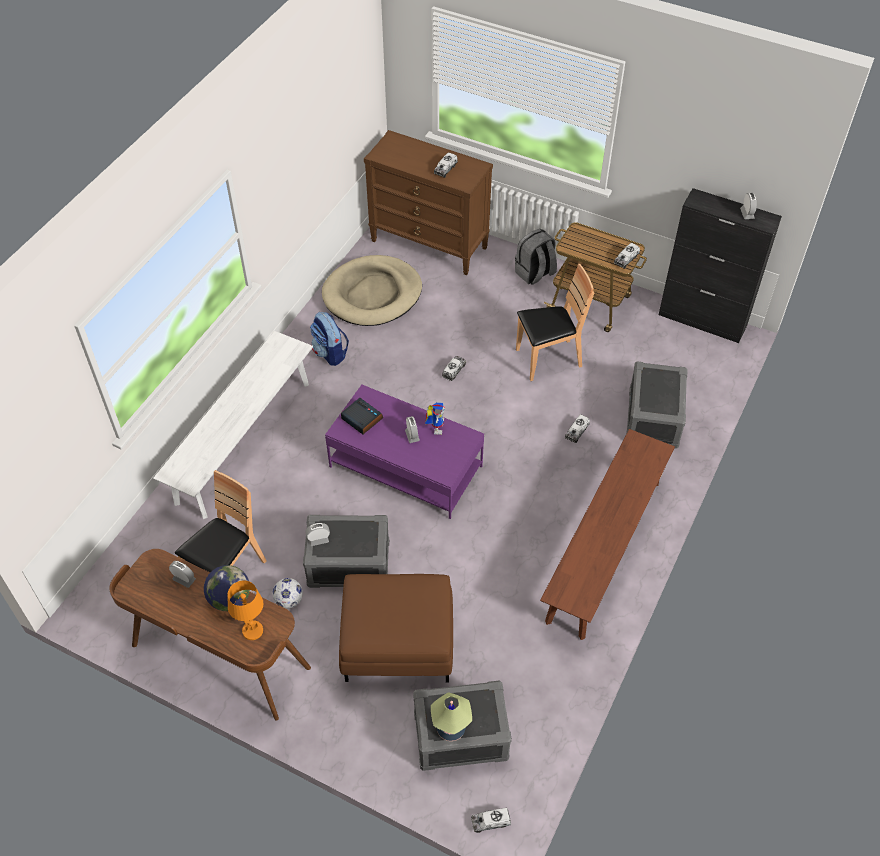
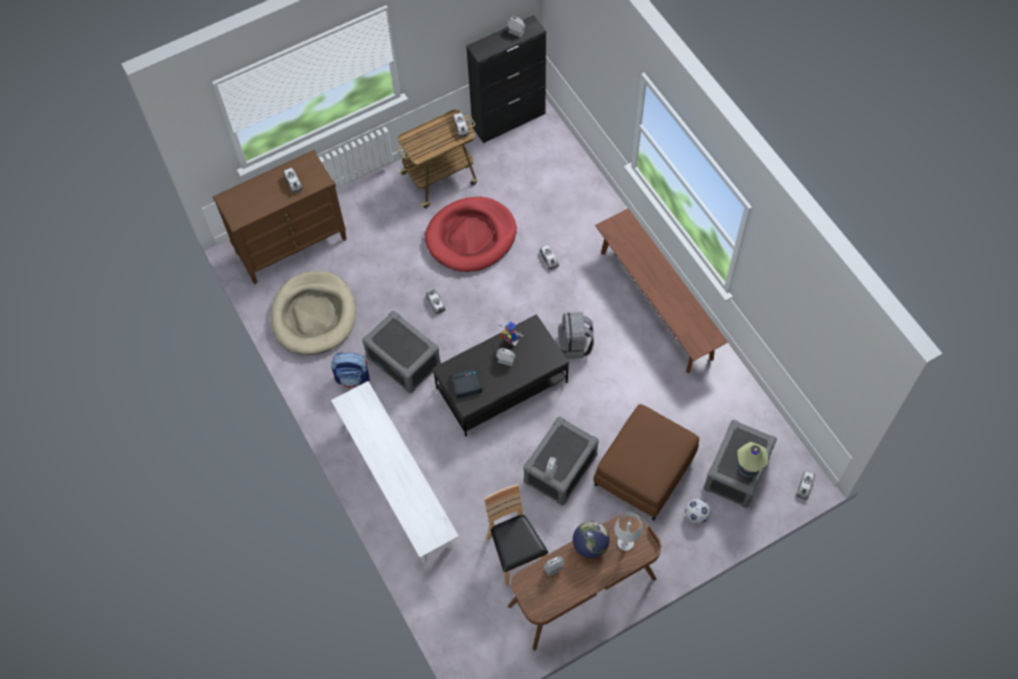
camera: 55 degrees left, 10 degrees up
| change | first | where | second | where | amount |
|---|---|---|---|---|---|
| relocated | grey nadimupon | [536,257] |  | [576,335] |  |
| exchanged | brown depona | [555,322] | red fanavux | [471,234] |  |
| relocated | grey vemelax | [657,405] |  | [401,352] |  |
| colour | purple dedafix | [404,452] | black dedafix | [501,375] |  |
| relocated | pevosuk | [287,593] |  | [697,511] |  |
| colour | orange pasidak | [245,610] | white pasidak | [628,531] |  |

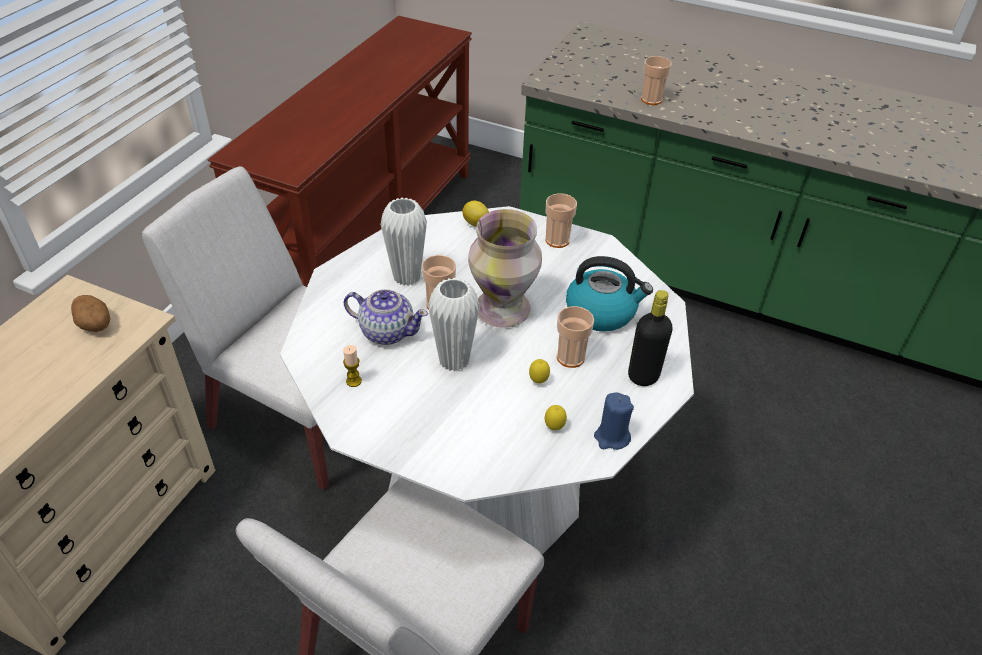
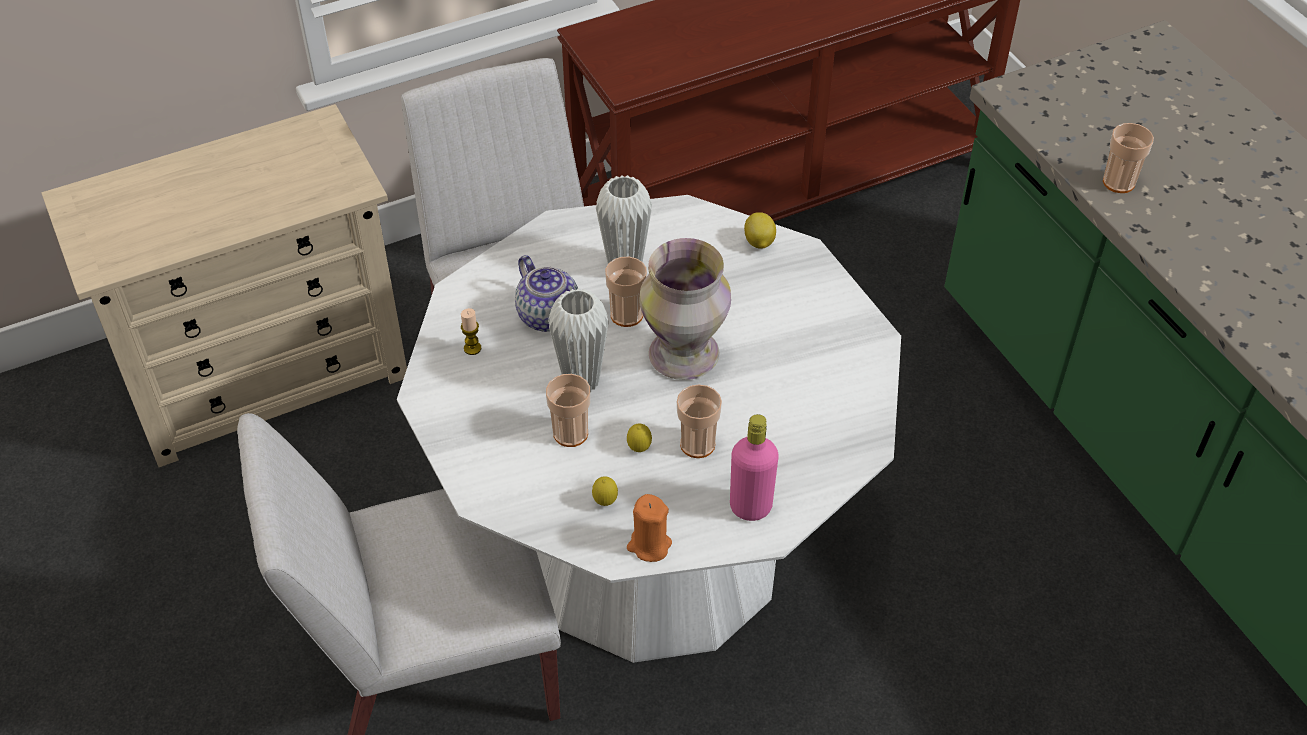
camera: 40 degrees right, 5 degrees up
| change | first | where | second | where | amount |
|---|---|---|---|---|---|
| relocated | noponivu | [561,220] |  | [568,410] |  |
| missing | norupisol | [609,294] |  |  |  |
| colour | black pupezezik | [650,338] | pink pupezezik | [754,467] |  |
| missing | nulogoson | [91,313] |  |  |  |
| colour | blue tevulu | [614,421] | orange tevulu | [649,528] |  |

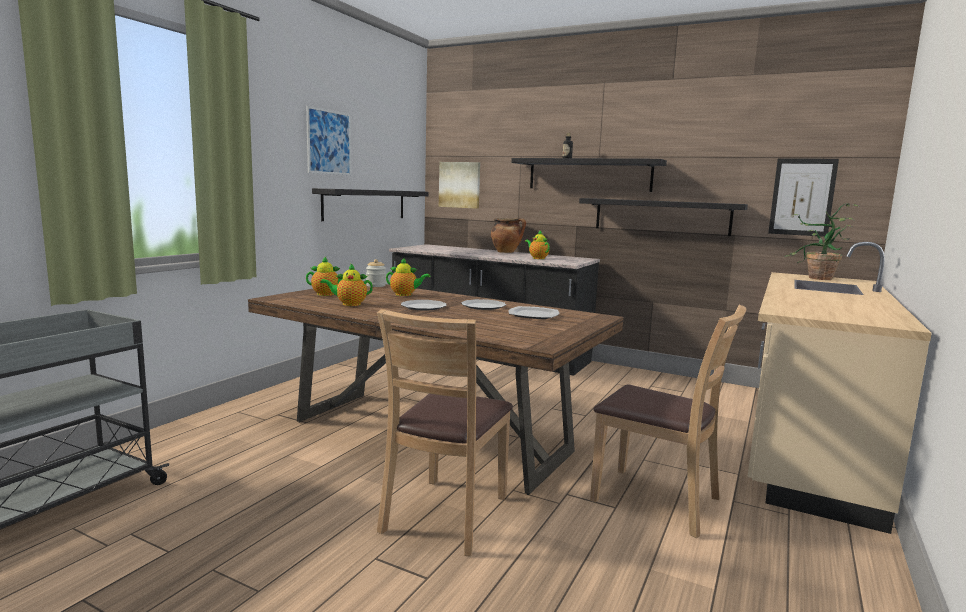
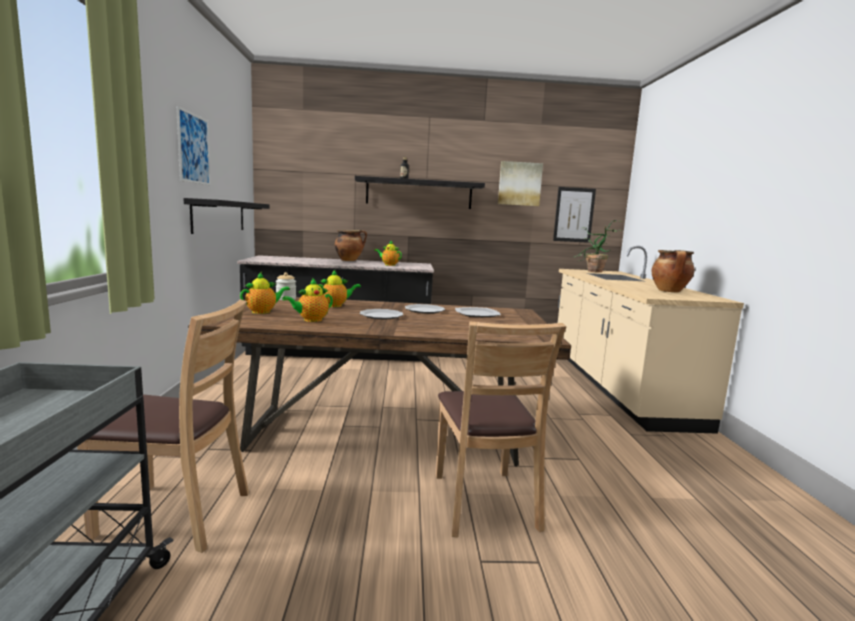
camera: 30 degrees left, 0 degrees up
| change | first | where | second | where | amount |
|---|---|---|---|---|---|
| relocated | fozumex | [459,185] |  | [520,183] |  |
| missing | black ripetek | [663,217] |  |  |  |
| relocated | brown depona | [668,421] |  | [163,426] |  |
| appeared |  |  | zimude | [673,271] |  |

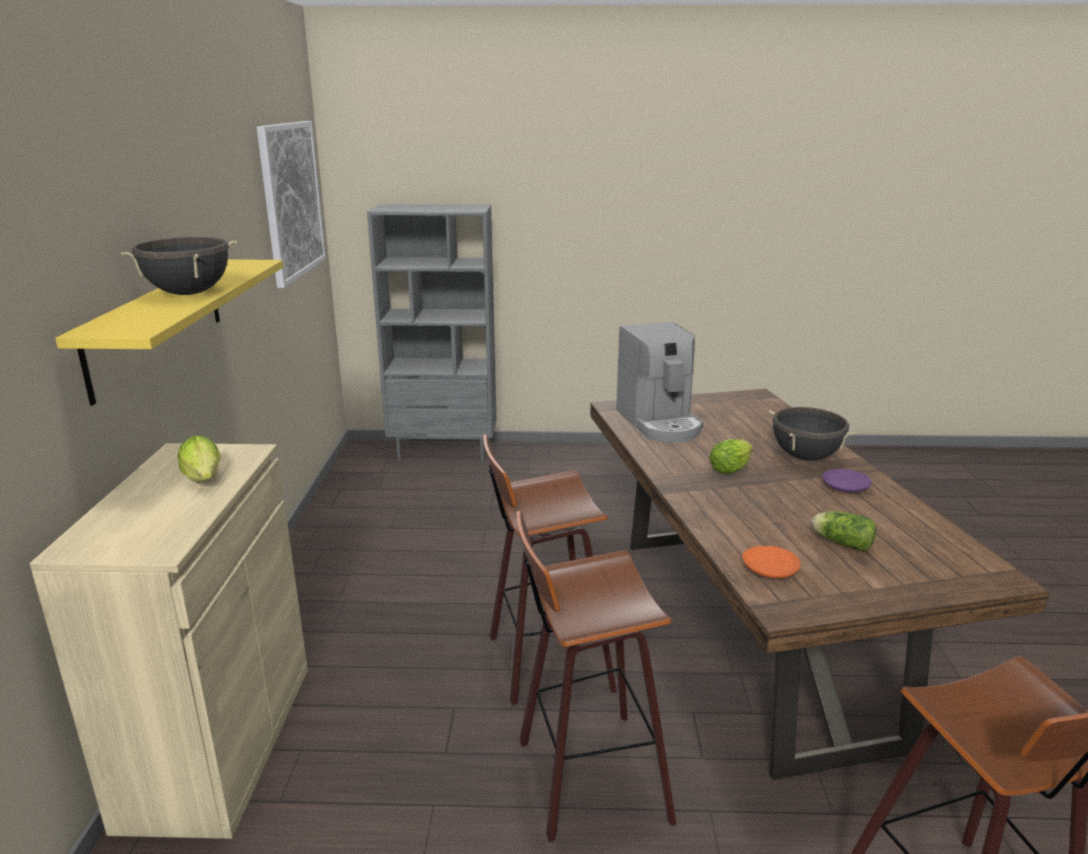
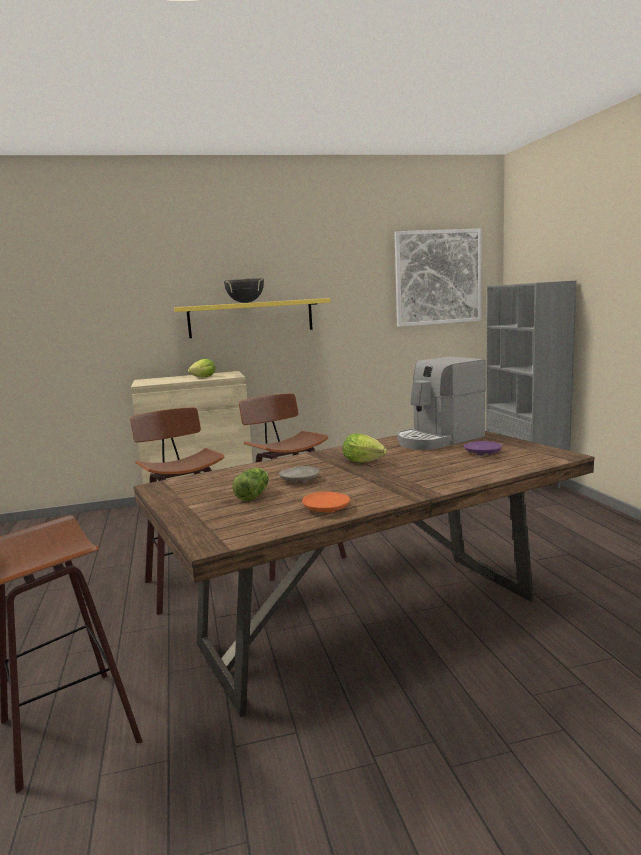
camera: 75 degrees right, 10 degrees down
| change | first | where | second | where | amount |
|---|---|---|---|---|---|
| missing | black zimude | [812,434] |  |  |  |
| relocated | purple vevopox | [847,481] |  | [483,448] |  |
| relocated | orange vevopox | [771,562] |  | [326,502] |  |
| appeared |  |  | beige vevopox | [299,474] |  |

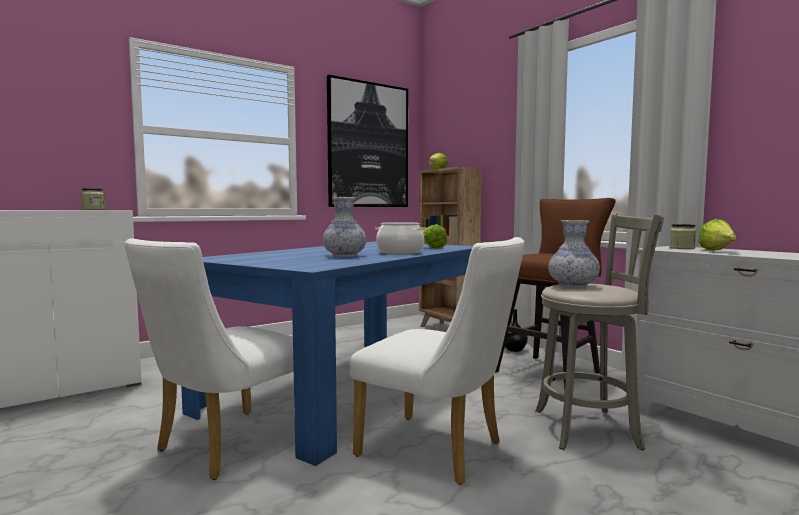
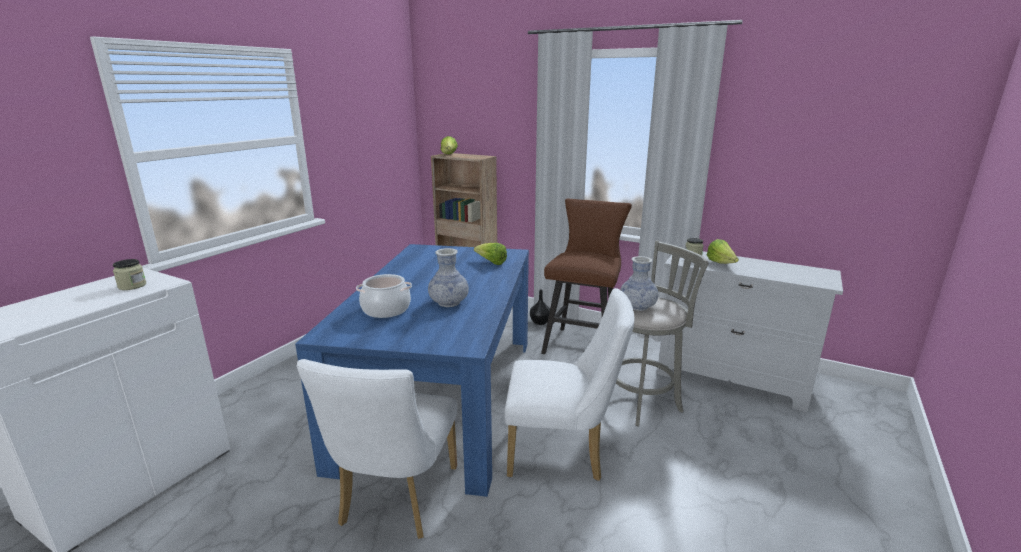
camera: 25 degrees left, 15 degrees up
| change | first | where | second | where | amount |
|---|---|---|---|---|---|
| missing | fozumex | [367,141] |  |  |  |
| relocated | zimude | [400,238] |  | [384,296] |  |

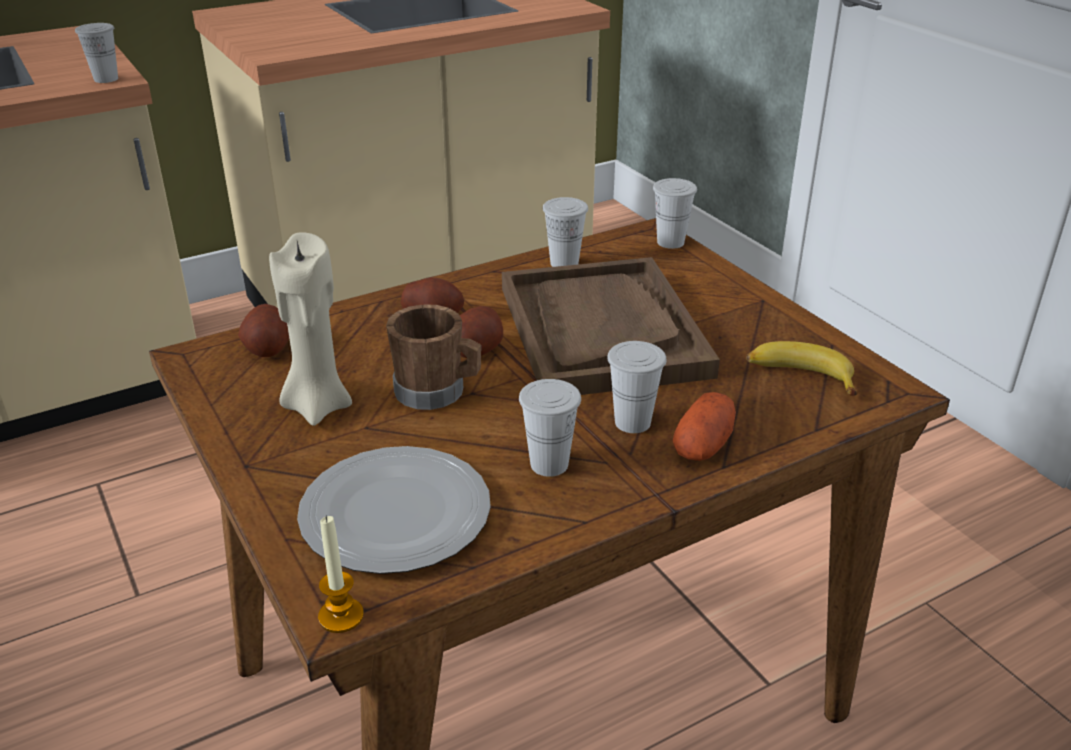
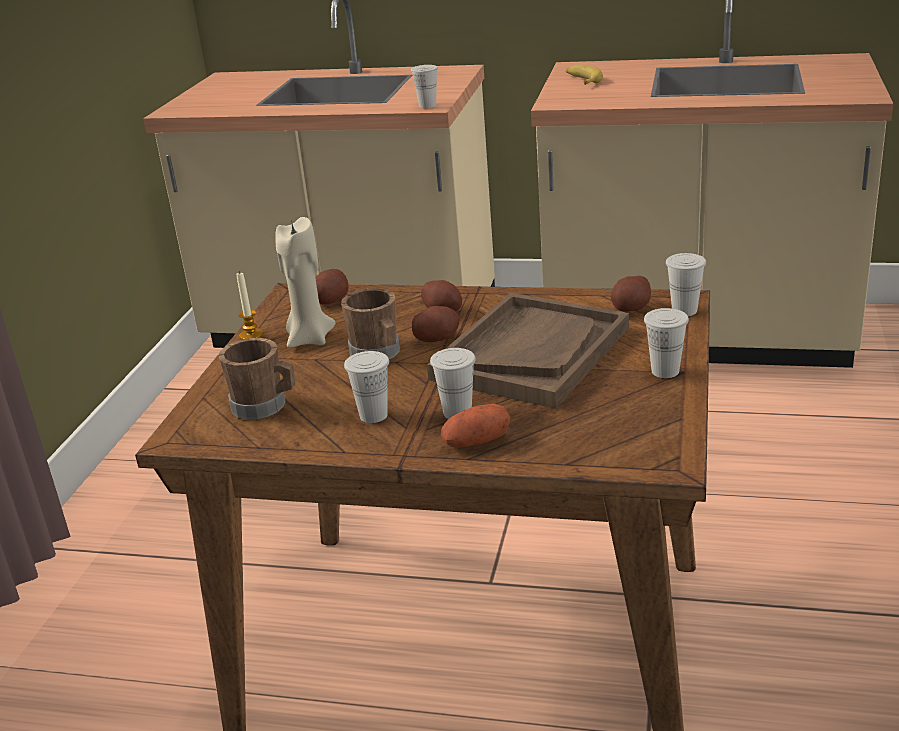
camera: 45 degrees right, 5 degrees down
| change | first | where | second | where | amount |
|---|---|---|---|---|---|
| relocated | white noponivu | [565,232] |  | [666,343] |  |
| relocated | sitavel | [801,368] |  | [584,75] |  |
| exchanged | vevopox | [394,510] | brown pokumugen | [257,379] |  |
| relocated | tevulu | [341,574] |  | [249,305] |  |
| appeared |  |  | nulogoson | [631,294] |  |

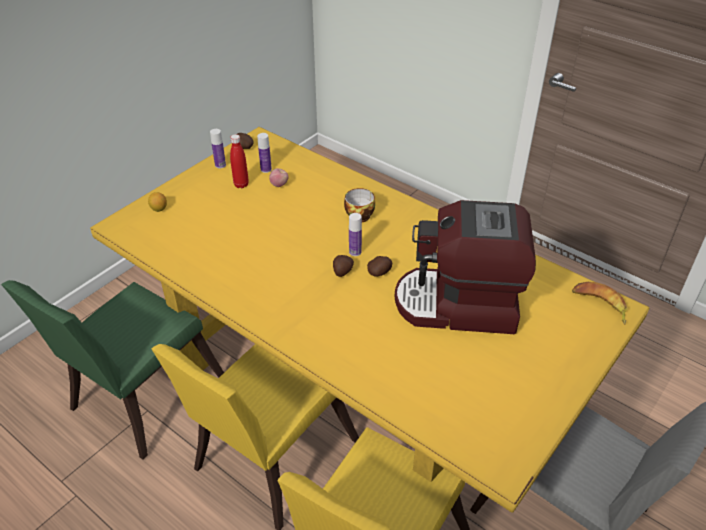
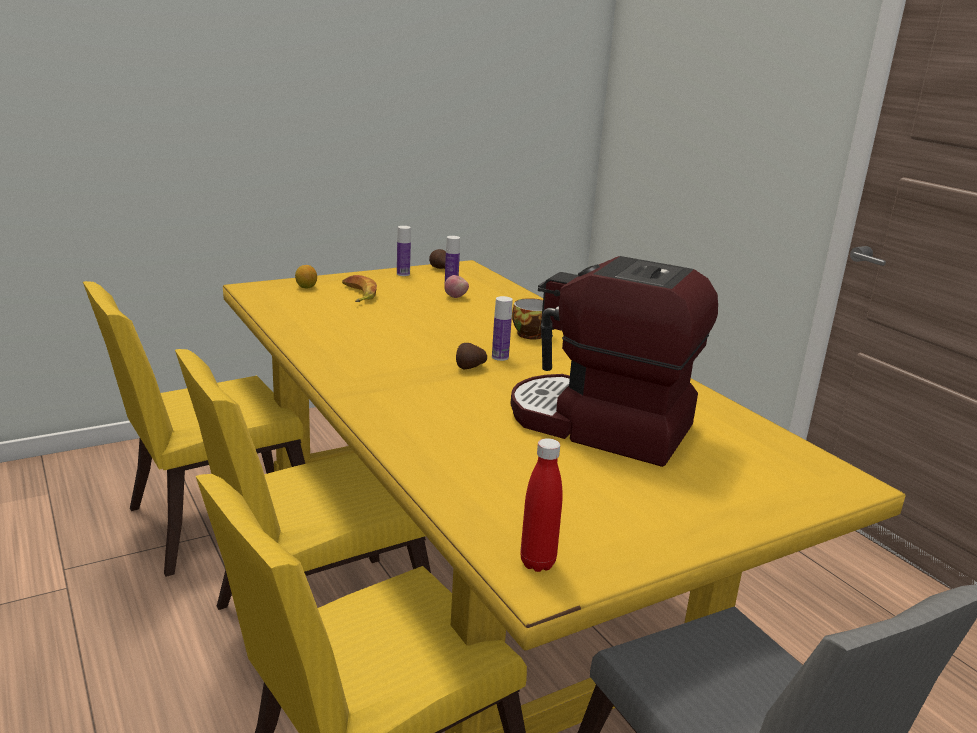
camera: 20 degrees right, 20 degrees down
| change | first | where | second | where | amount |
|---|---|---|---|---|---|
| relocated | red pupezezik | [239,161] |  | [541,505] |  |
| missing | nulogoson | [379,266] |  |  |  |
| colour | green depona | [112,370] | yellow depona | [194,429] |  |
| relocated | sitavel | [599,303] |  | [359,288] |  |

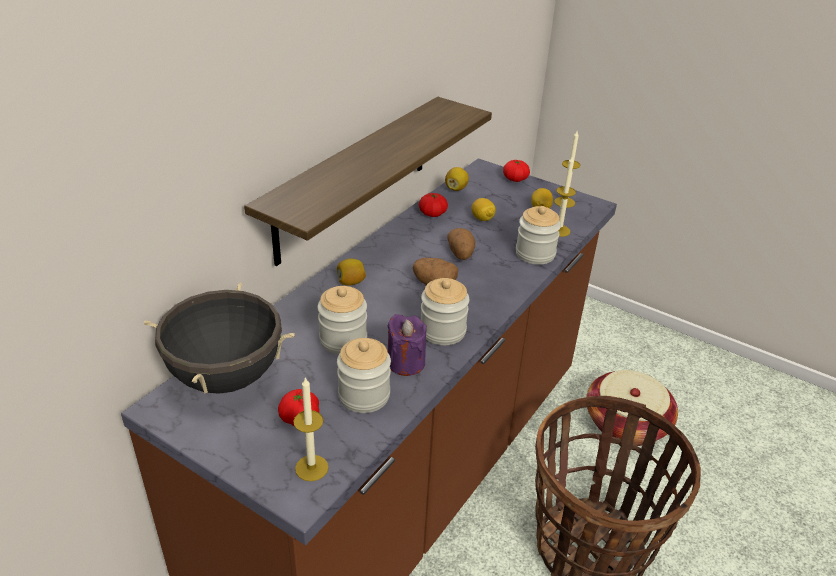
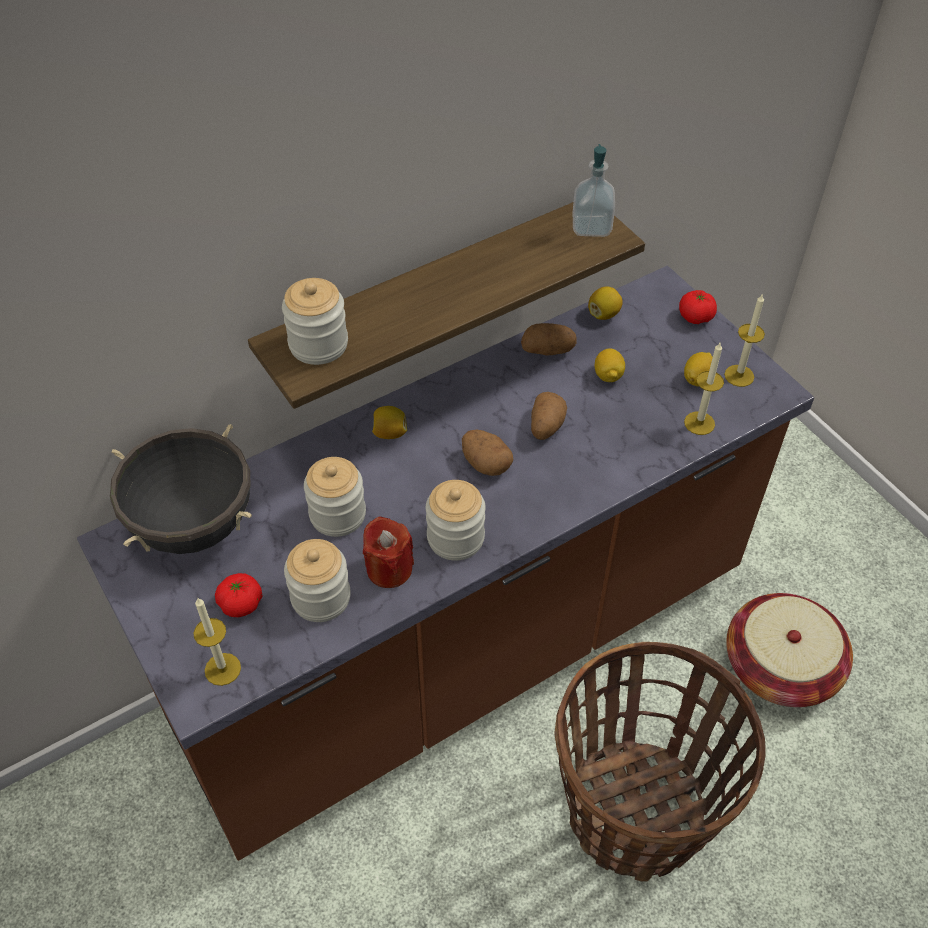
camera: 25 degrees right, 15 degrees up
| change | first | where | second | where | amount |
|---|---|---|---|---|---|
| exchanged | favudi | [433,205] | nulogoson | [549,339] |  |
| relocated | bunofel | [538,235] |  | [315,321] |  |
| colour | purple tevulu | [407,345] | red tevulu | [388,552] |  |
| appeared |  |  | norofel | [594,190] |  |

